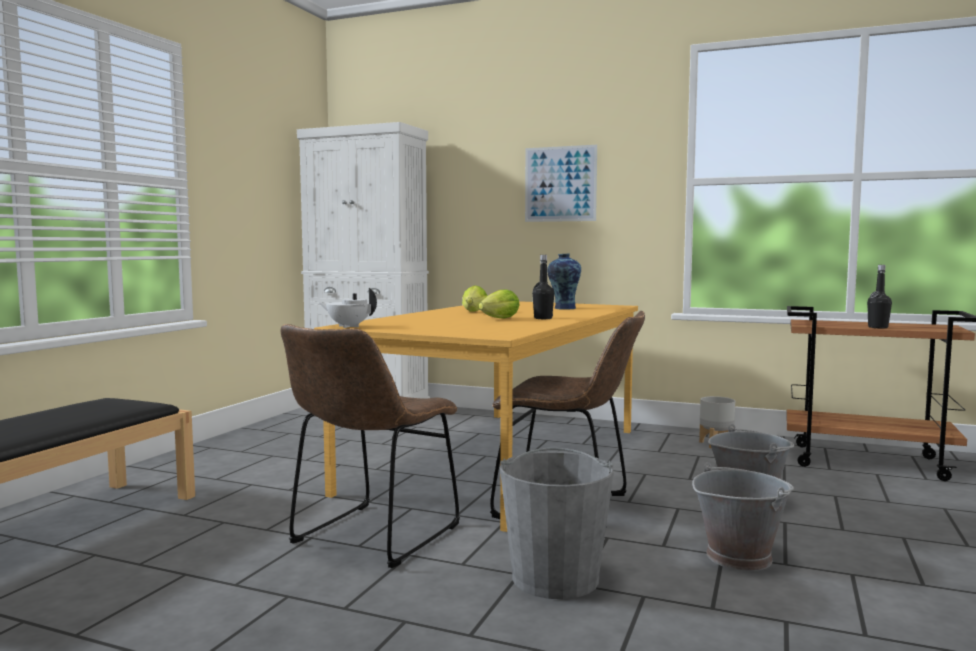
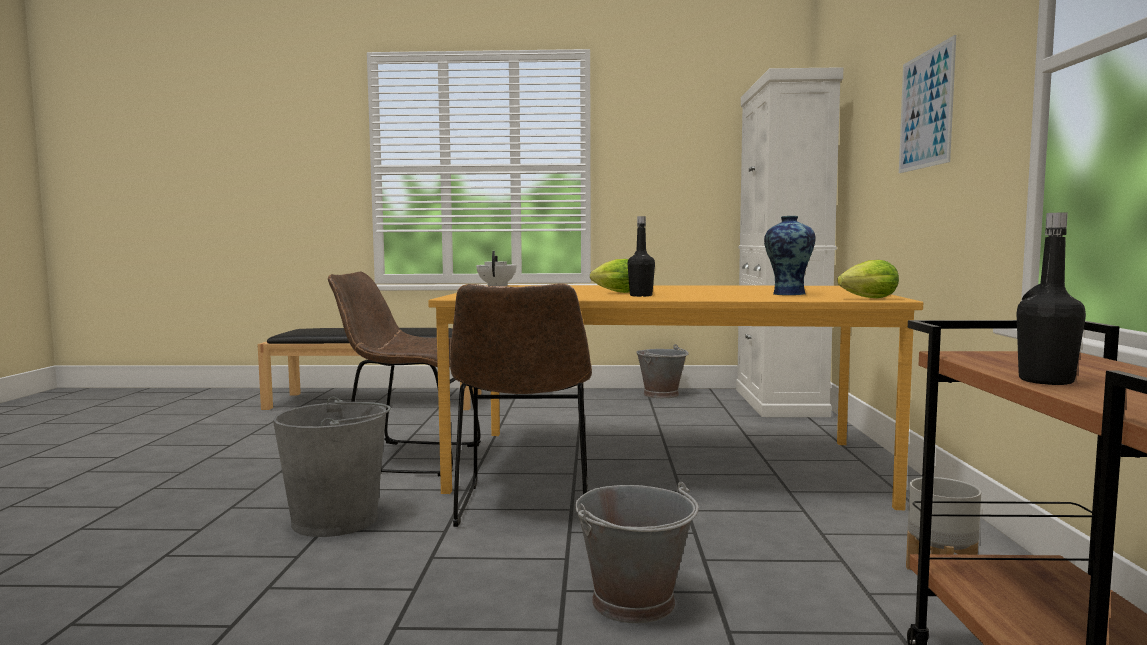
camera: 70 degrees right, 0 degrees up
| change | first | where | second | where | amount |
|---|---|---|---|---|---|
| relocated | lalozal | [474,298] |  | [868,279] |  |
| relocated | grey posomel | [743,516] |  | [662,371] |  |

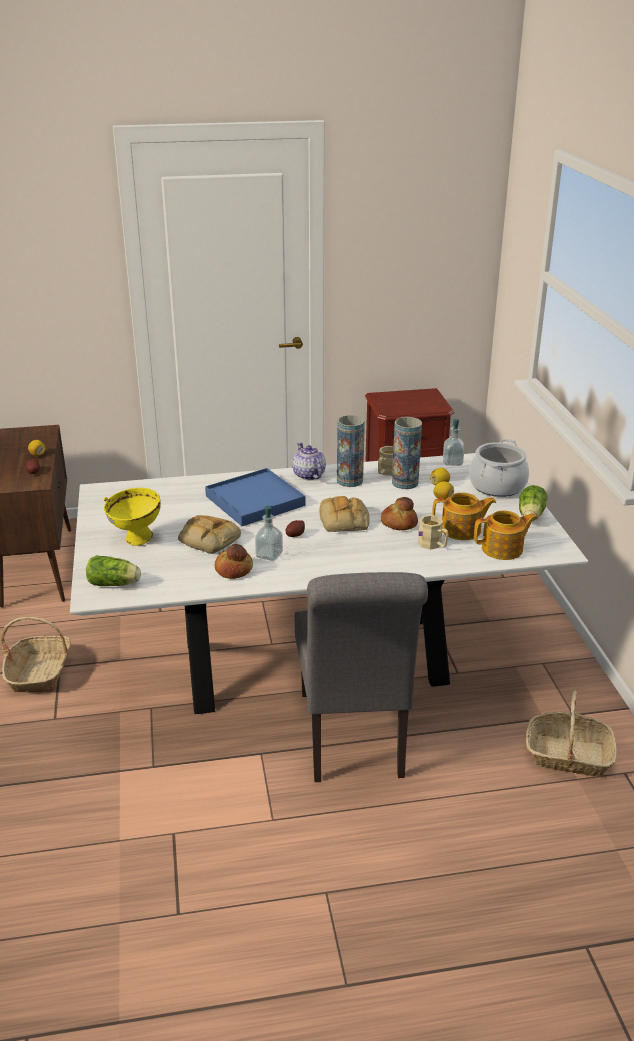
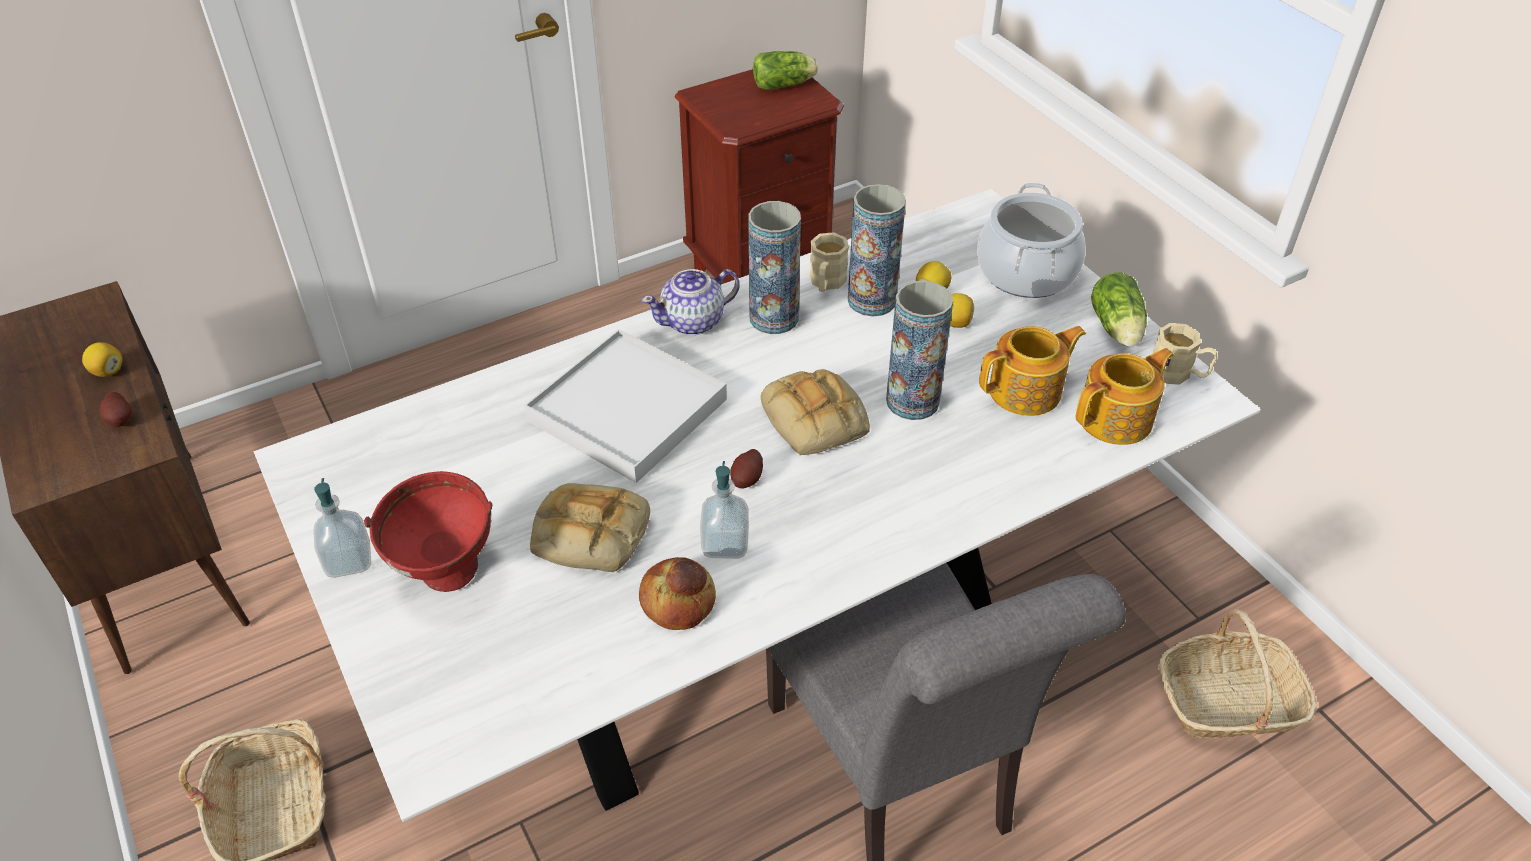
camera: 20 degrees left, 15 degrees up
| change | first | where | second | where | amount |
|---|---|---|---|---|---|
| relocated | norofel | [453,442] |  | [342,528] |  |
| spun | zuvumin | [309,461] |  | [690,302] | 75 degrees counterclockwise |
| colour | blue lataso | [255,497] | white lataso | [625,406] |  |
| colour | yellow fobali | [132,517] | red fobali | [428,531] |  |
| exchanged | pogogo | [399,513] | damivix | [919,350] |  |
| relocated | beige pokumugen | [433,532] |  | [1185,354] |  |
| relocated | lalozal | [113,570] |  | [785,70] |  |

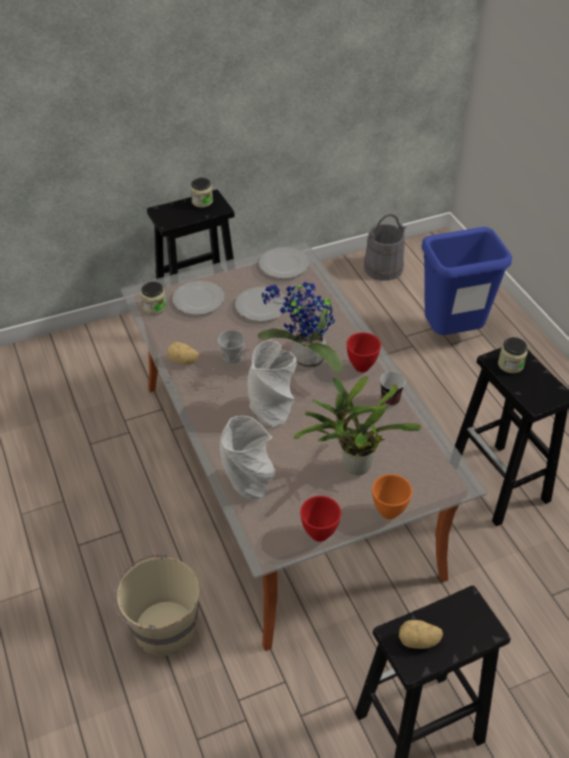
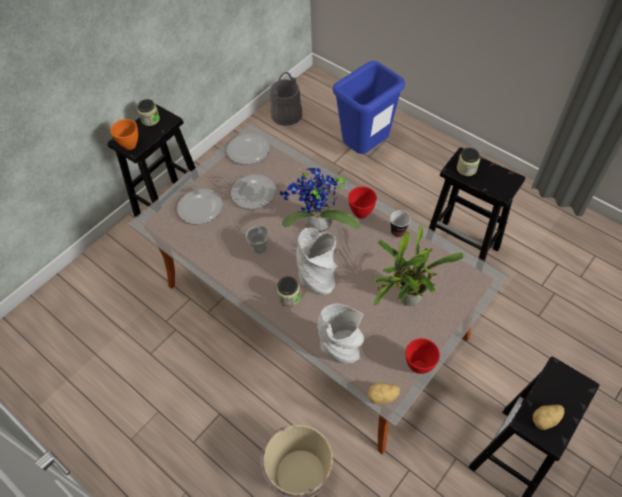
camera: 25 degrees left, 10 degrees up
| change | first | where | second | where | amount |
|---|---|---|---|---|---|
| relocated | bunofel | [154,298] |  | [288,291] |  |
| relocated | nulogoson | [183,353] |  | [384,393] |  |
| relocated | orange fobali | [392,496] |  | [124,134] |  |

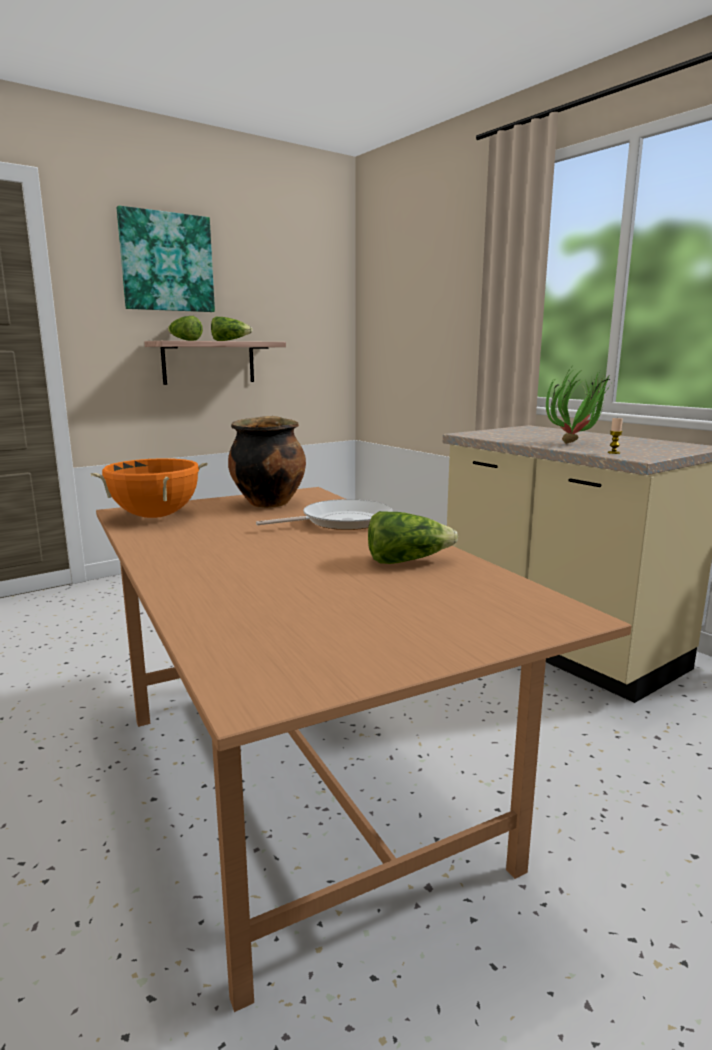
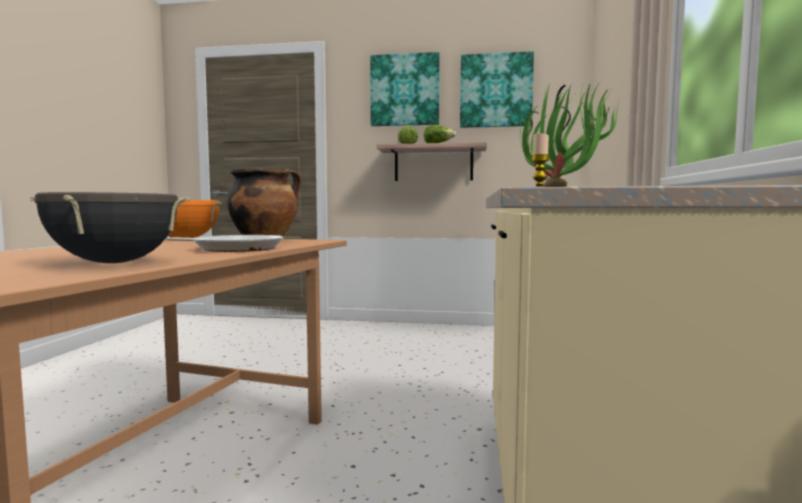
camera: 45 degrees right, 10 degrees down
| change | first | where | second | where | amount |
|---|---|---|---|---|---|
| exchanged | lalozal | [413,537] | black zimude | [109,227] |  |
| appeared |  |  | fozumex | [497,89] |  |

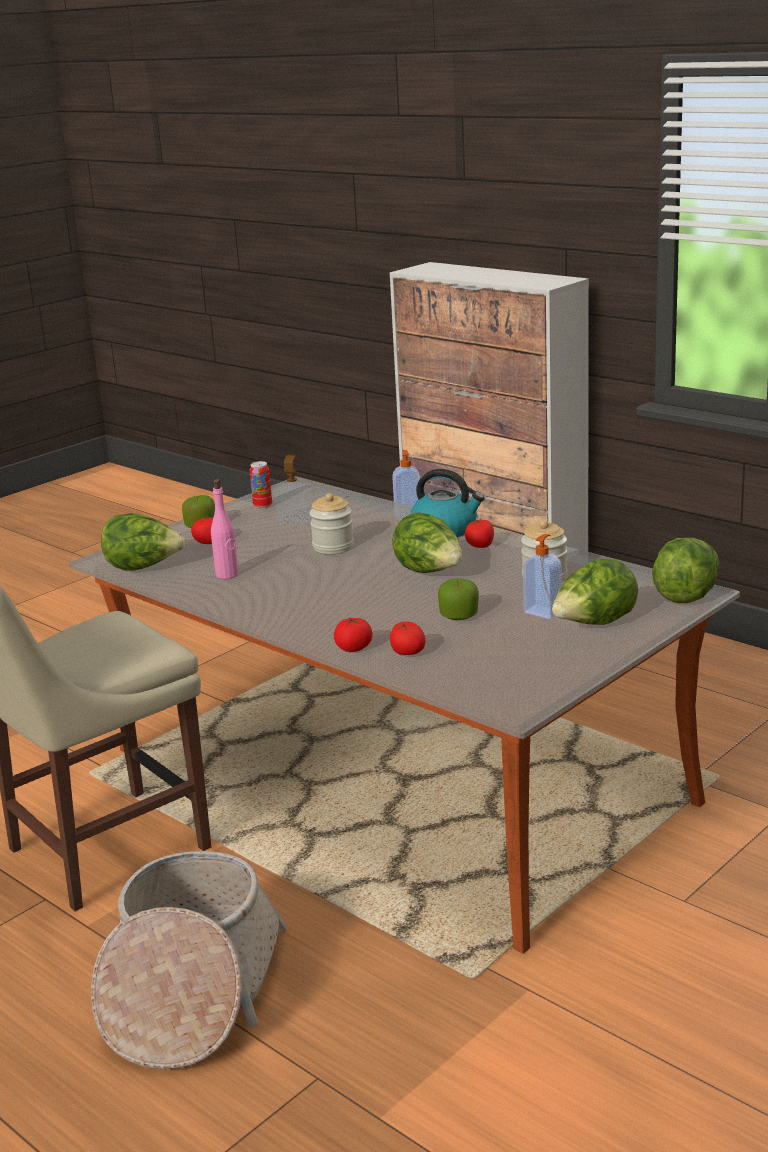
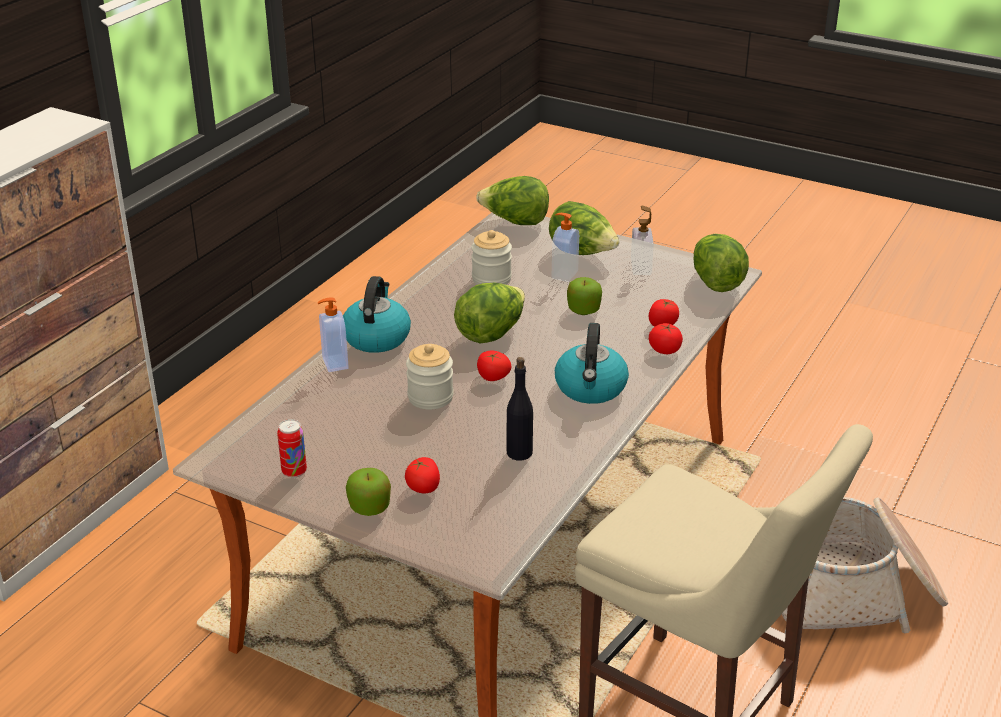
camera: 105 degrees left, 10 degrees up
| change | first | where | second | where | amount |
|---|---|---|---|---|---|
| relocated | norofel | [293,489] |  | [642,240] |  |
| colour | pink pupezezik | [225,529] | black pupezezik | [520,409] |  |
| relocated | lalozal | [143,542] |  | [721,263] |  |
| relocated | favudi | [479,533] |  | [494,366] |  |
| appeared |  |  | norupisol | [592,363] |  |

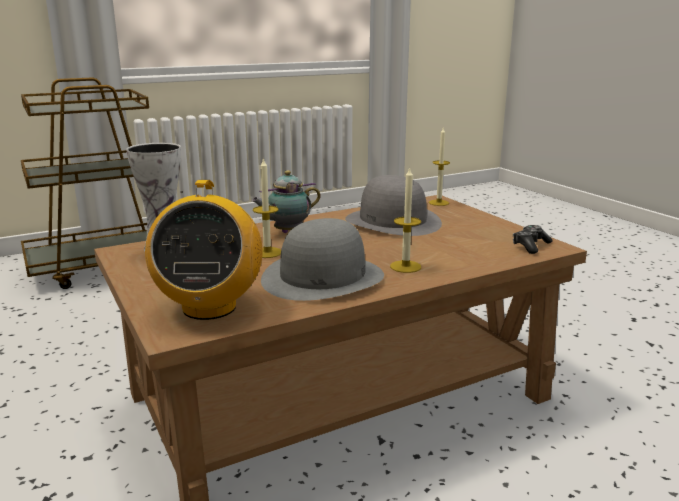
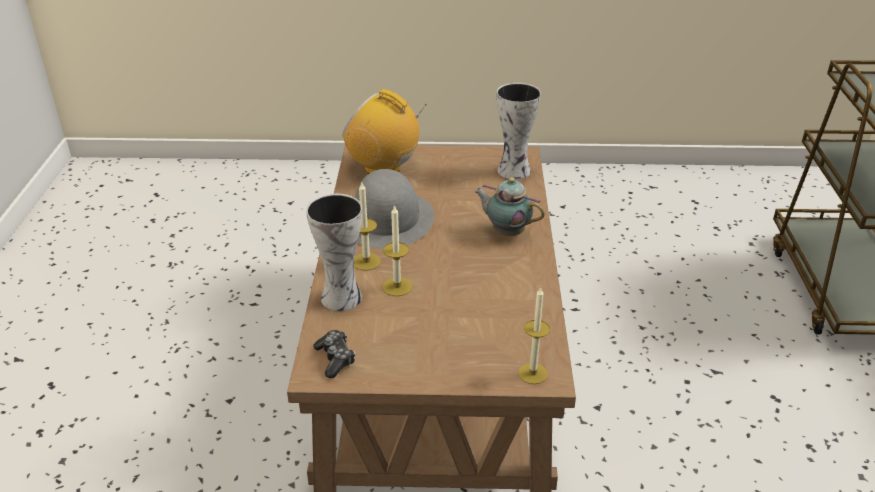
camera: 120 degrees right, 15 degrees up
| change | first | where | second | where | amount |
|---|---|---|---|---|---|
| relocated | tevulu | [267,207] |  | [397,250] |  |
| spun | zuvumin | [286,201] |  | [509,206] | 60 degrees counterclockwise |
| missing | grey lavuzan | [393,205] |  |  |  |
| appeared |  |  | damivix | [334,252] |  |

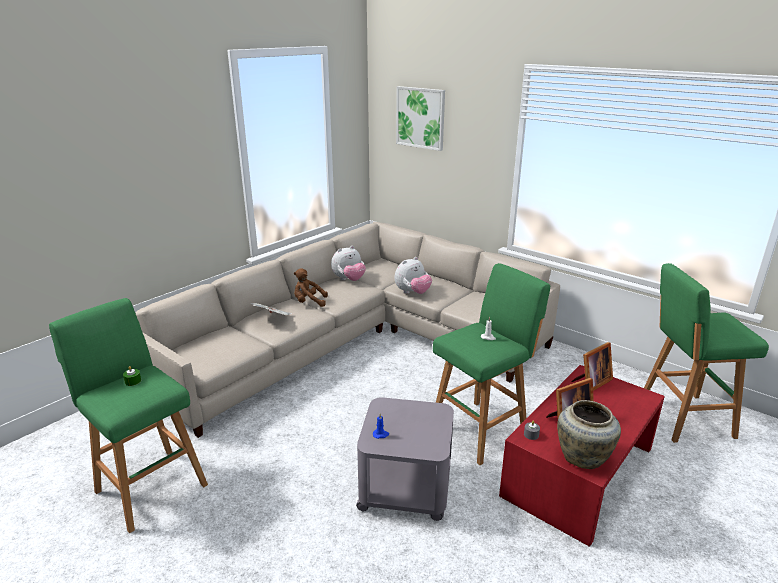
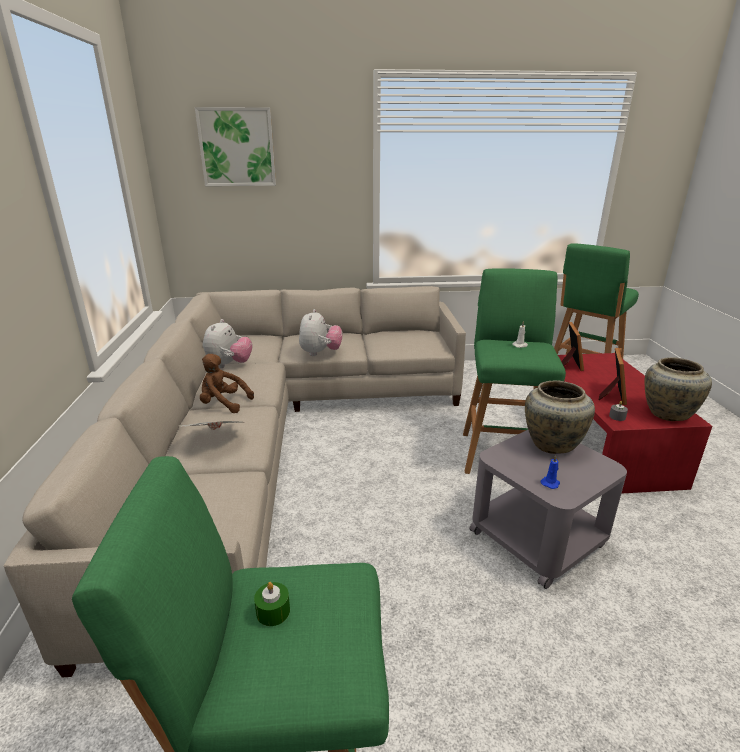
camera: 45 degrees left, 0 degrees up
| change | first | where | second | where | amount |
|---|---|---|---|---|---|
| spun | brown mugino | [311,287] |  | [227,383] | 60 degrees clockwise |
| appeared |  |  | beige damivix | [560,417] |  |

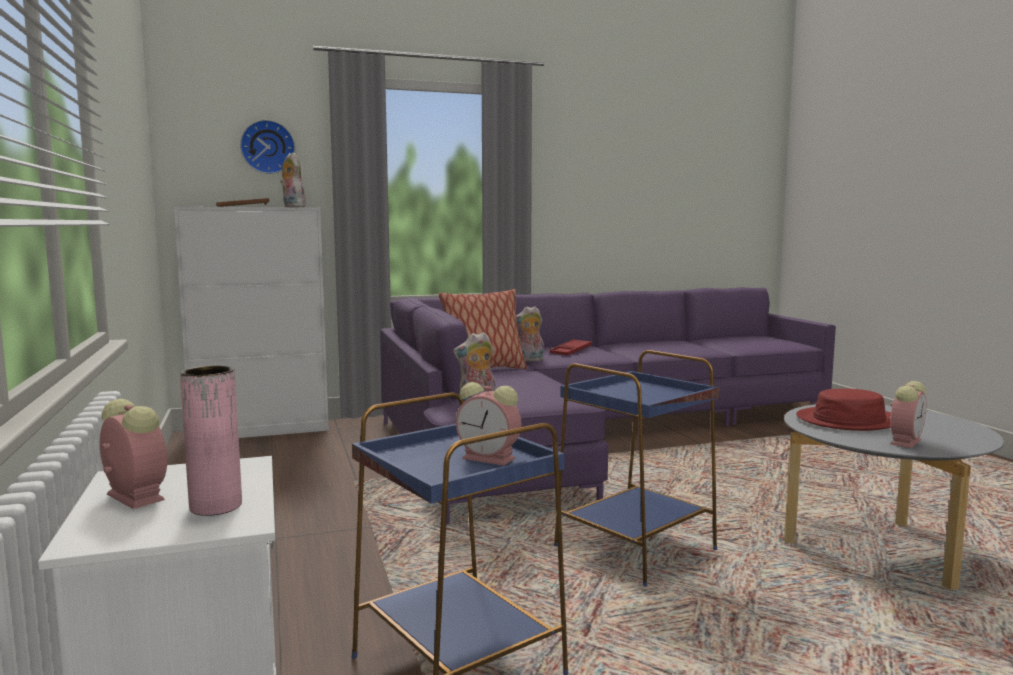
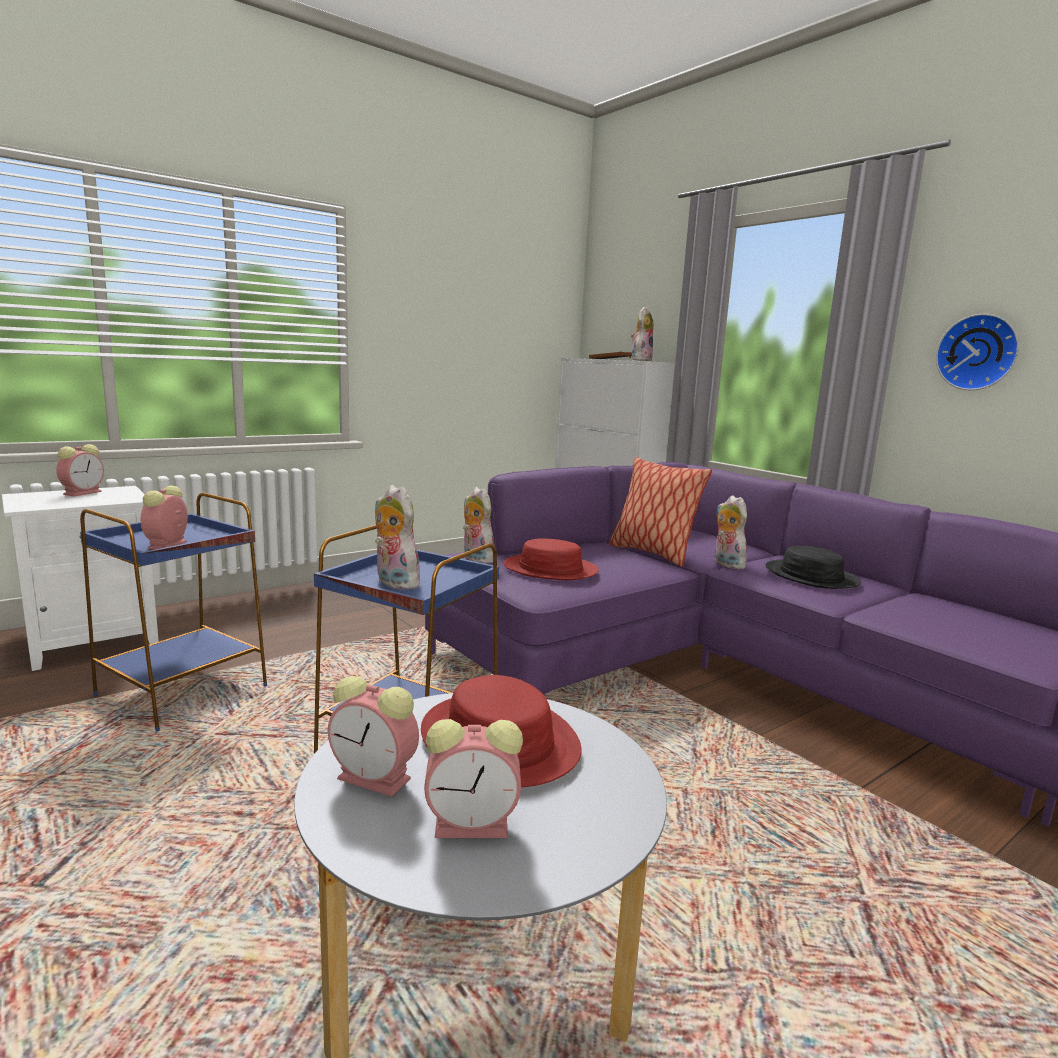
camera: 70 degrees right, 5 degrees up
| change | first | where | second | where | amount |
|---|---|---|---|---|---|
| relocated | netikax | [267,147] |  | [977,352] |  |
| exchanged | red lataso | [571,347] | black lavuzan | [813,567] |  |
| missing | pink damivix | [211,441] |  |  |  |
| appeared |  |  | mugino | [398,537] |  |
| appeared |  |  | red lavuzan | [551,559] |  |
| appeared |  |  | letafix | [473,778] |  |

